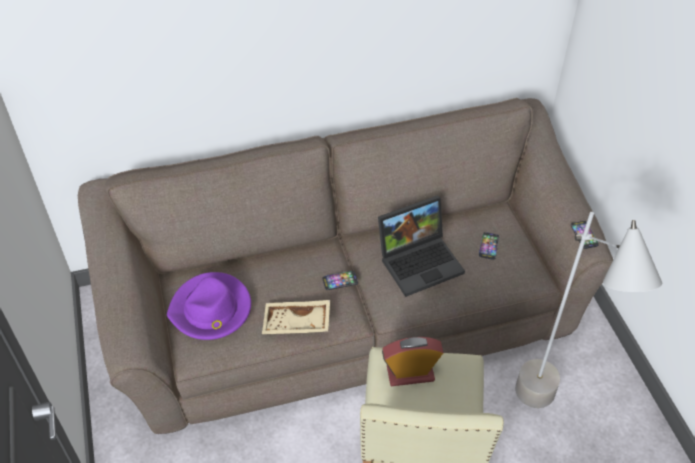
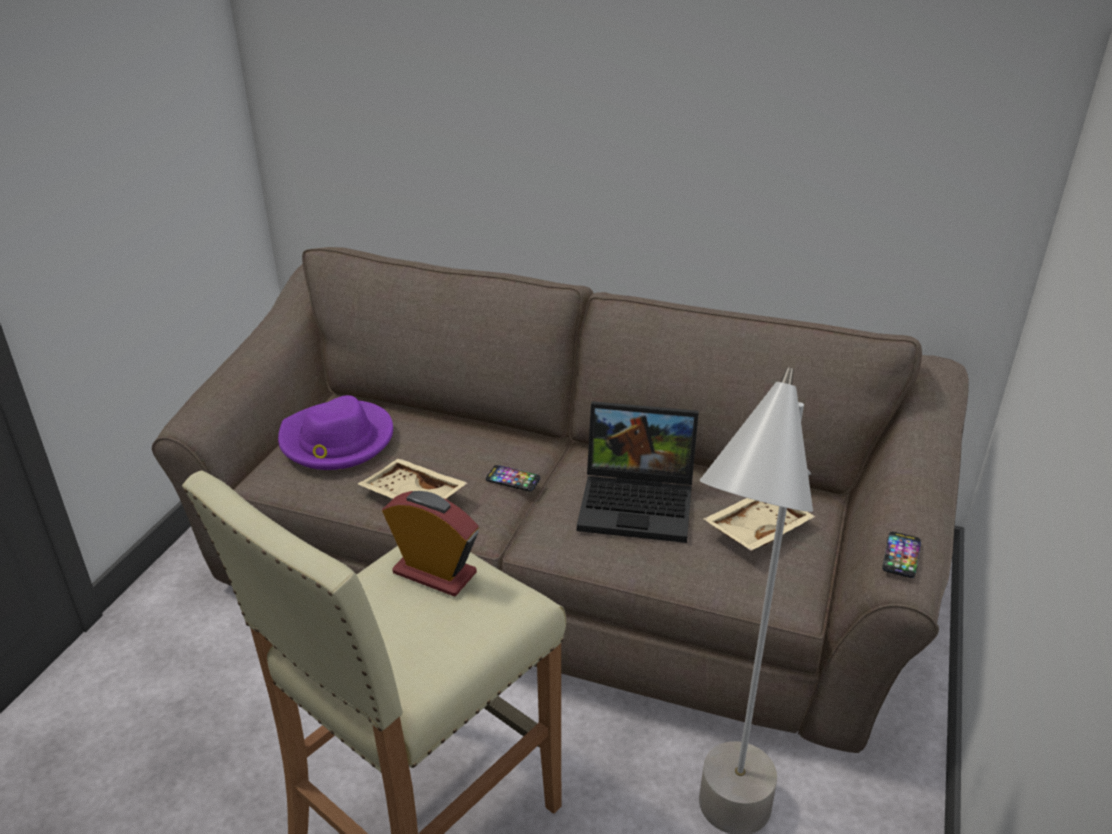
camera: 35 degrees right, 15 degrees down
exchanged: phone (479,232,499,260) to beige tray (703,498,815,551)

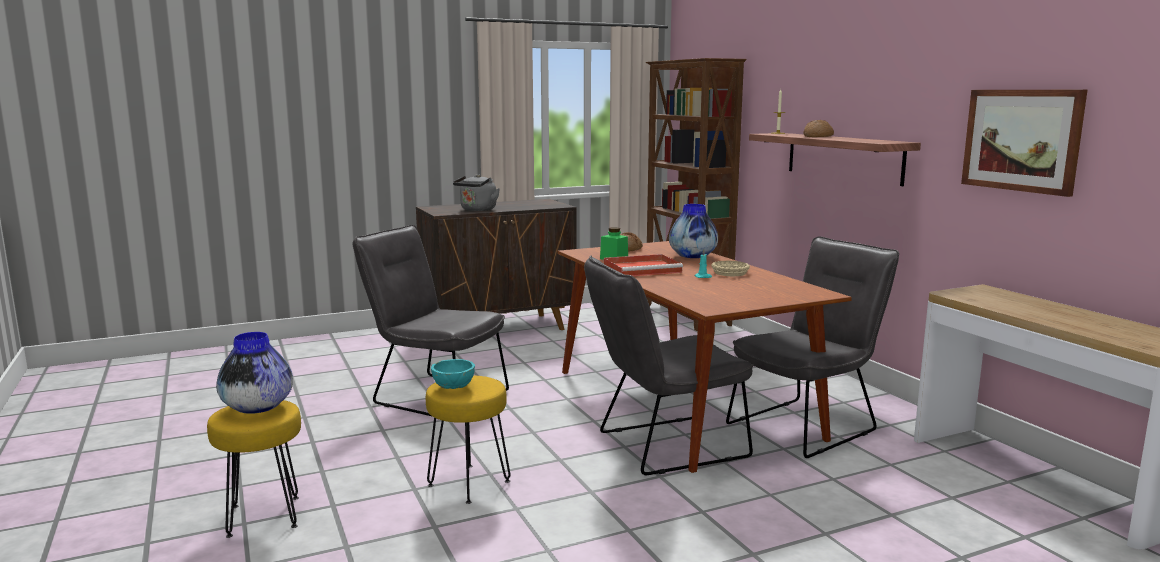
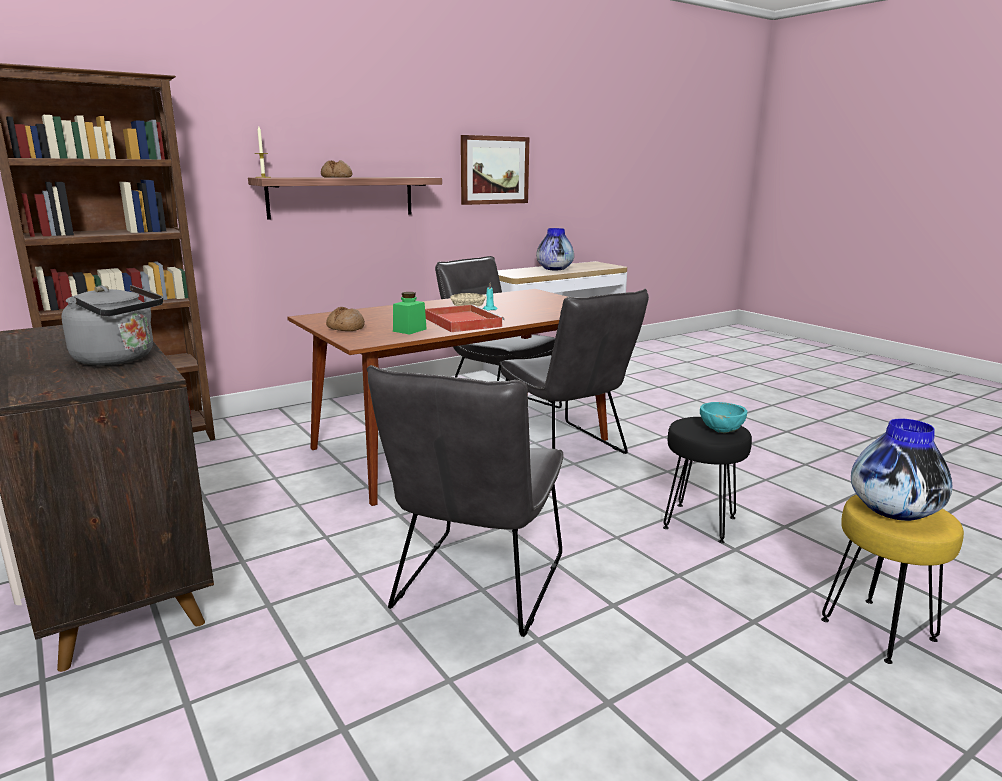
camera: 100 degrees left, 5 degrees up
relocated: vase (669,204,718,258) to (536,228,574,270)
colour: yellow stool (426,375,511,504) to black stool (663,417,752,543)

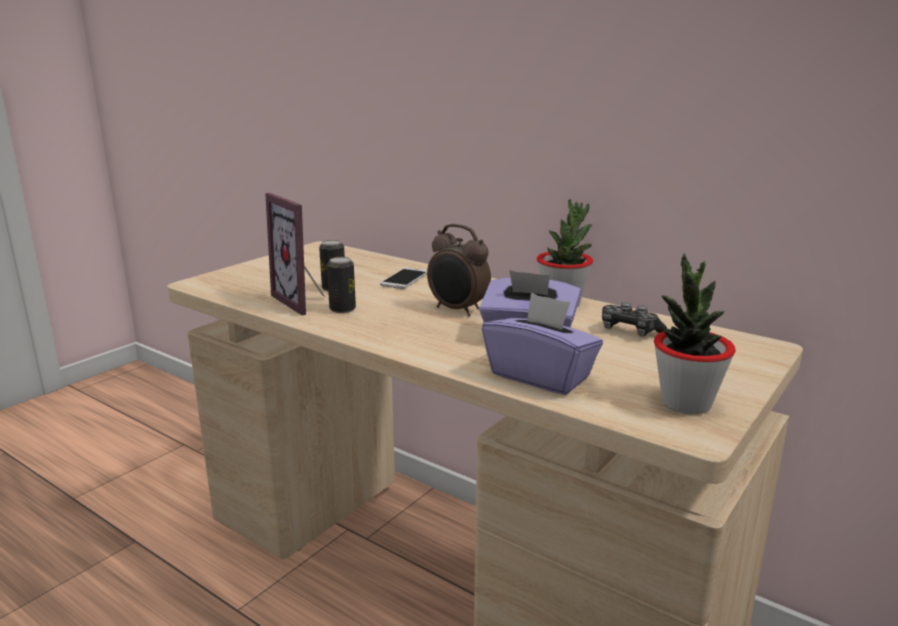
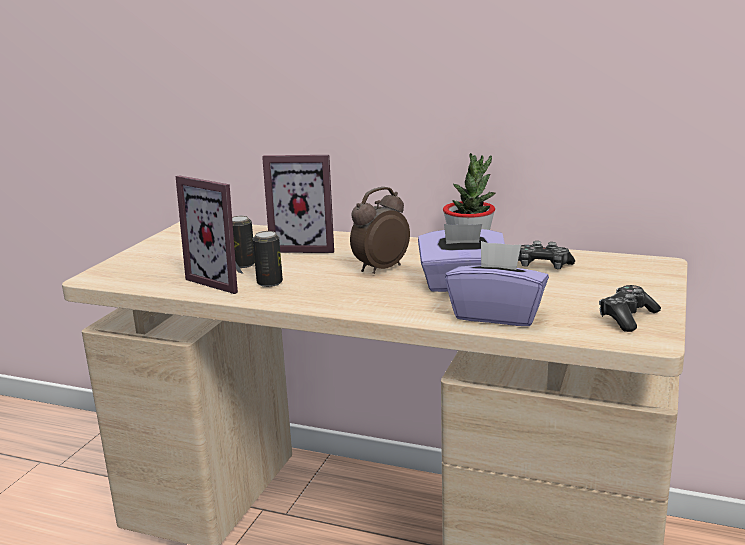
camera: 15 degrees left, 0 degrees up
exchanged: phone (380,268,427,289) to picture frame (262,155,334,253); potted plant (654,253,736,414) to game controller (599,285,661,332)
spun: alarm clock (427,224,491,316) = (350,187,410,274) 120 degrees clockwise

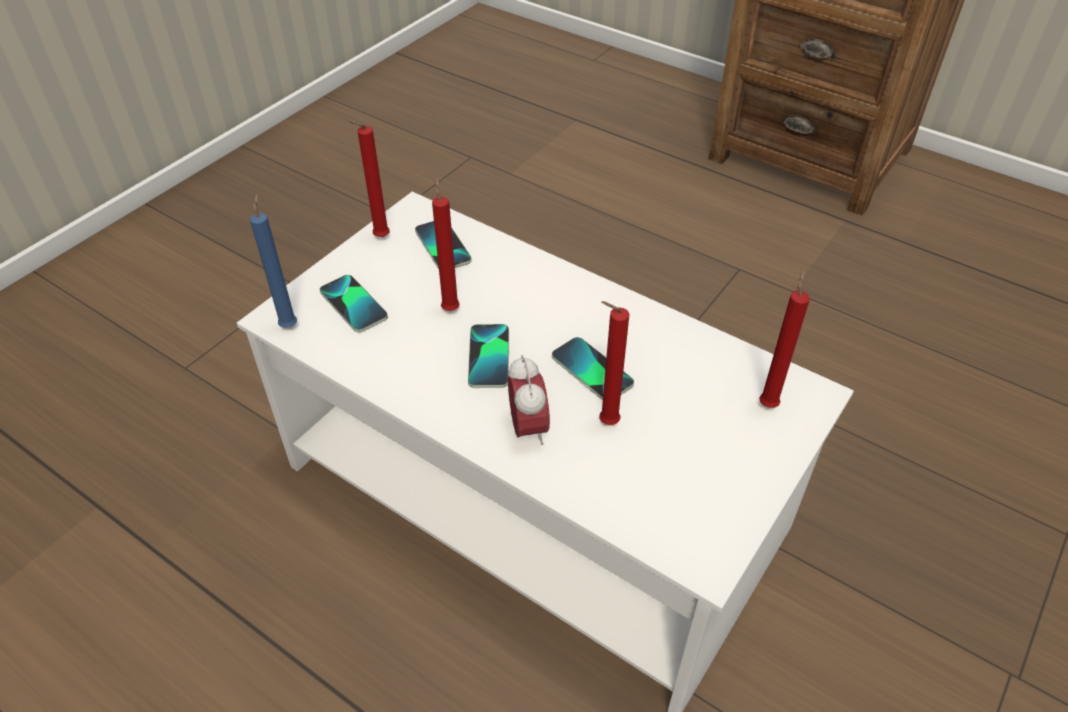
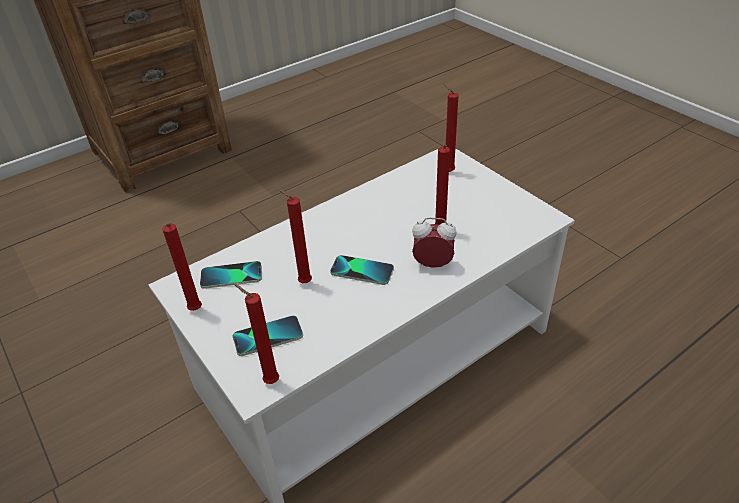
camera: 70 degrees left, 5 degrees down
missing: phone (552,337,634,400)
colour: blue candle (250,193,297,328) to red candle (235,285,279,384)

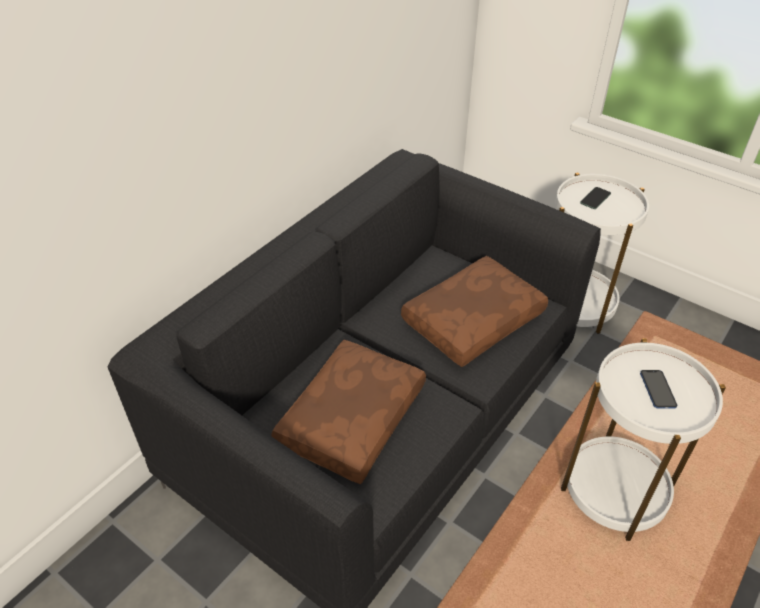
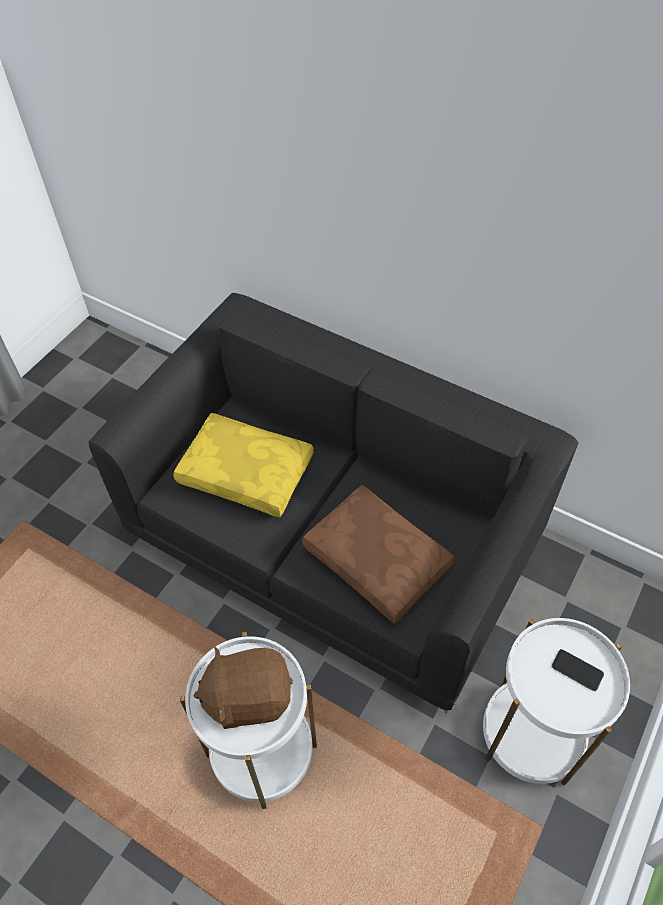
camera: 85 degrees right, 10 degrees up
exchanged: phone (640,370,677,409) to brown plush toy (193,647,293,729)
colour: brown pillow (271,340,426,484) to yellow pillow (173,413,314,518)

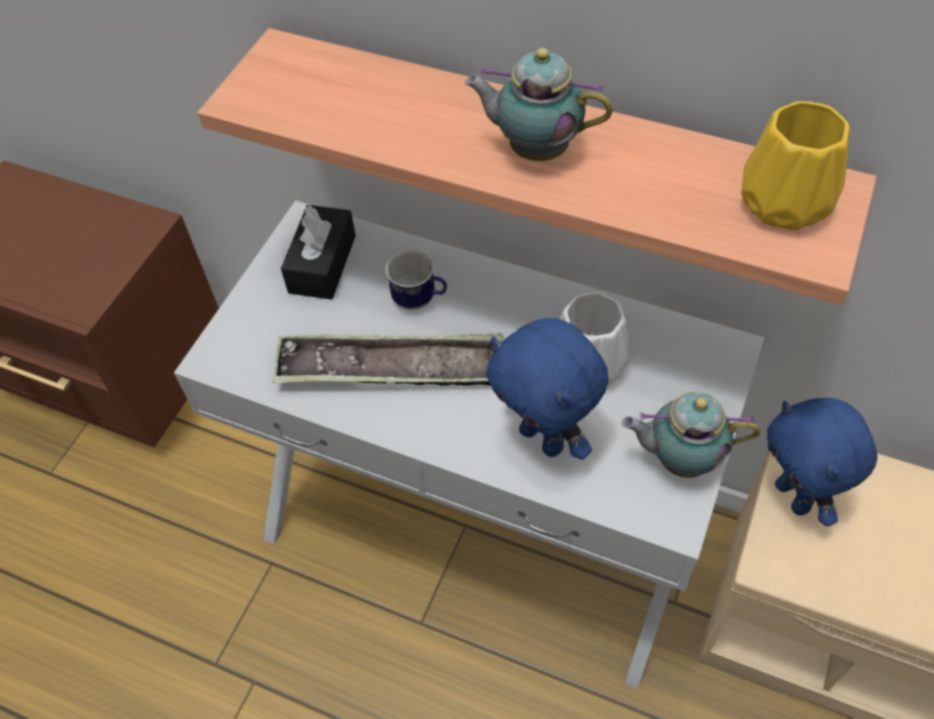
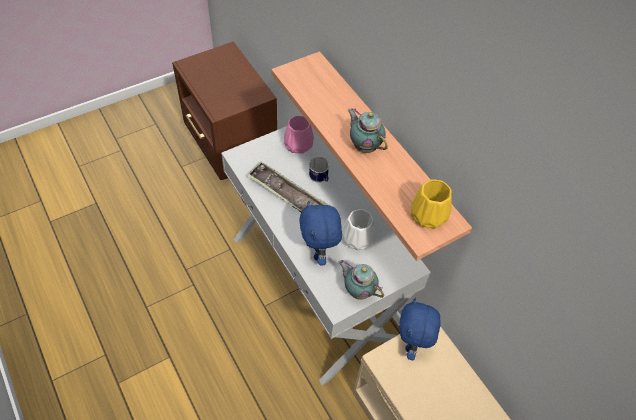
camera: 30 degrees right, 0 degrees up
exchanged: black tissue box (281,205,356,300) to pink vase (284,115,314,154)

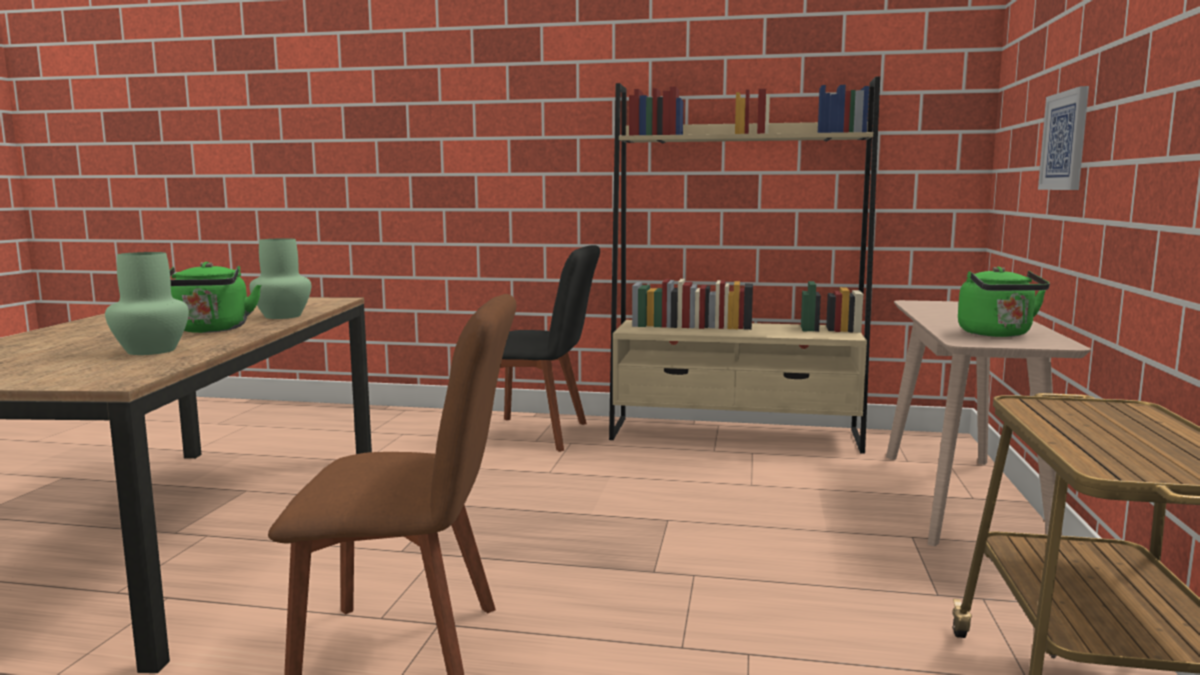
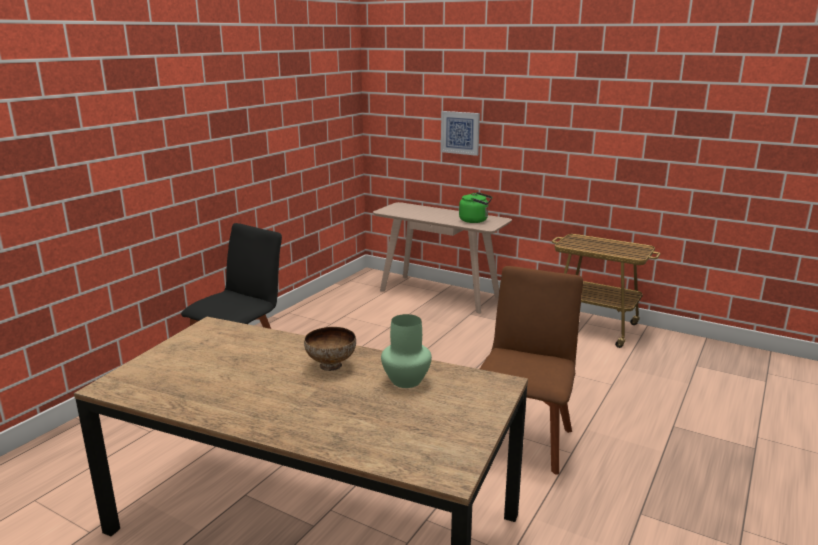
camera: 70 degrees left, 10 degrees up
missing: green vase (249,238,311,319); beige bookcase (609,77,880,454)
exchanged: green kettle (170,262,261,333) to bowl (304,327,356,371)

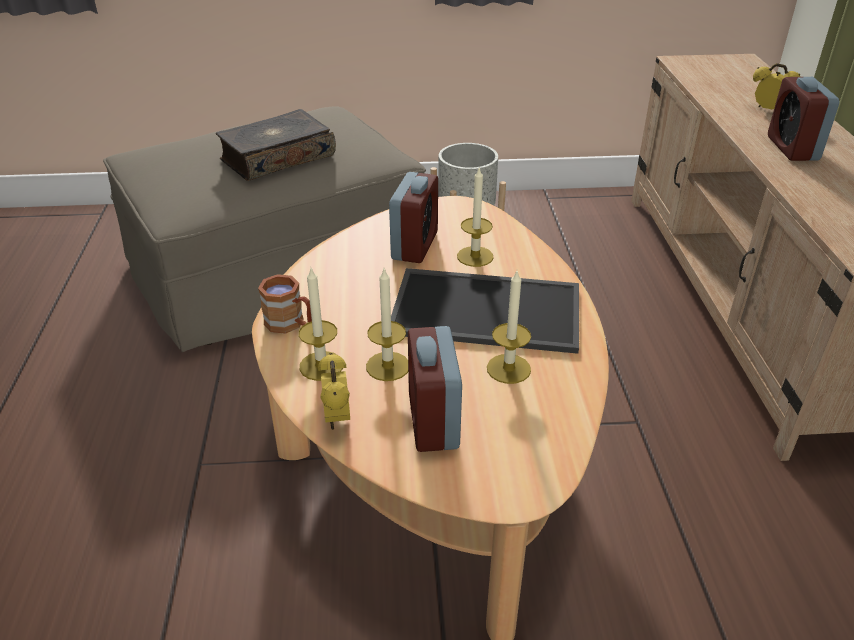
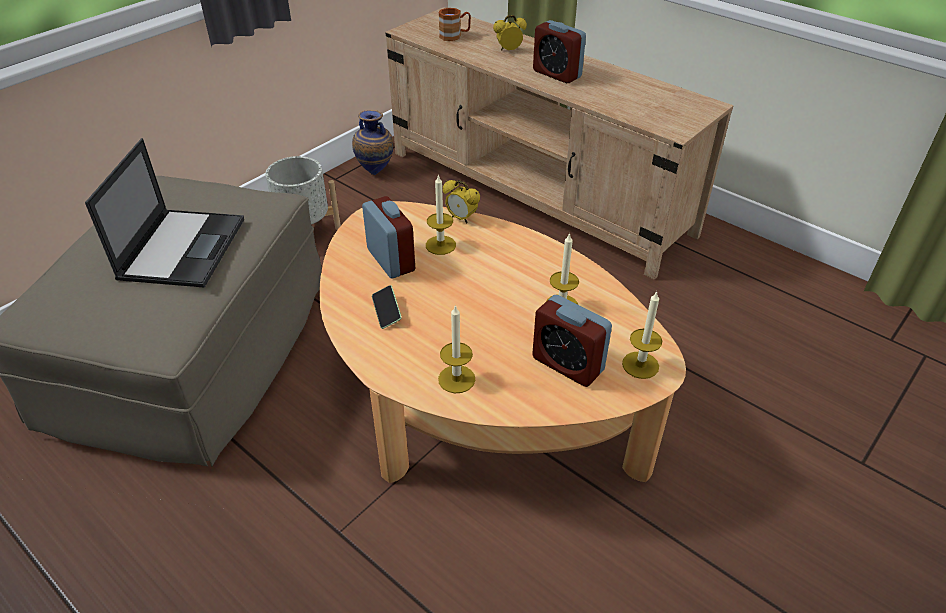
camera: 45 degrees left, 5 degrees up
missing: tray (391,268,579,354)
appeared: vase (352,110,393,175); phone (372,285,402,329)
relocated: brown mug (258,274,312,334) to (439,8,471,41); alarm clock (318,353,350,430) to (443,180,480,223); candle (366,269,408,381) to (622,291,662,379)
exchanged: book (216,109,336,181) to laptop (85,138,244,288)

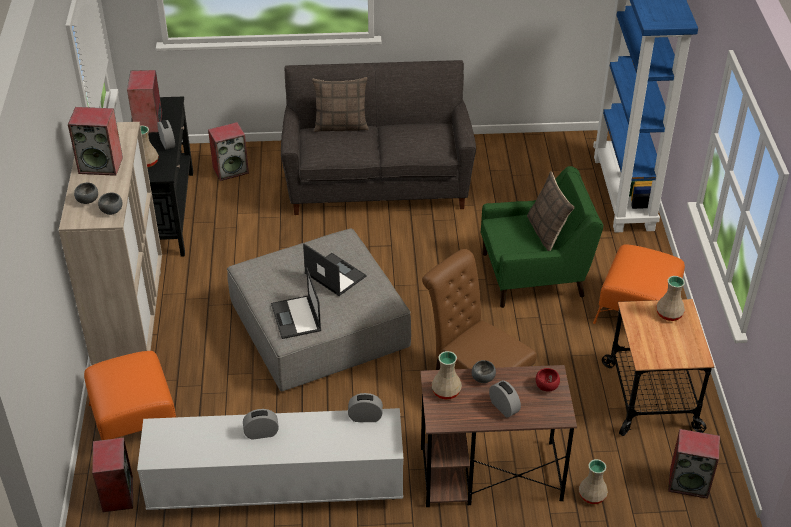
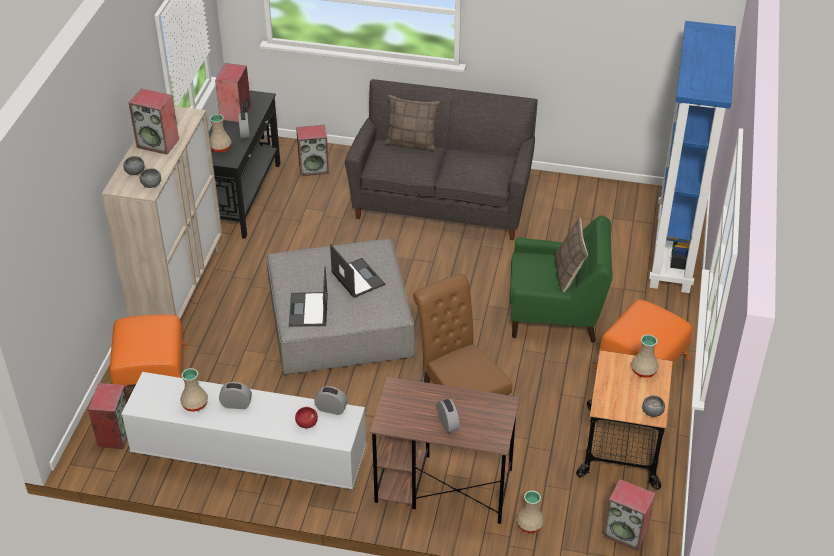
camera: 15 degrees right, 0 degrees up
relocated: beige vase (431,351,462,400) to (180,368,208,412); red bowl (536,368,560,392) to (295,407,318,428); grey bowl (472,360,496,383) to (642,396,665,417)

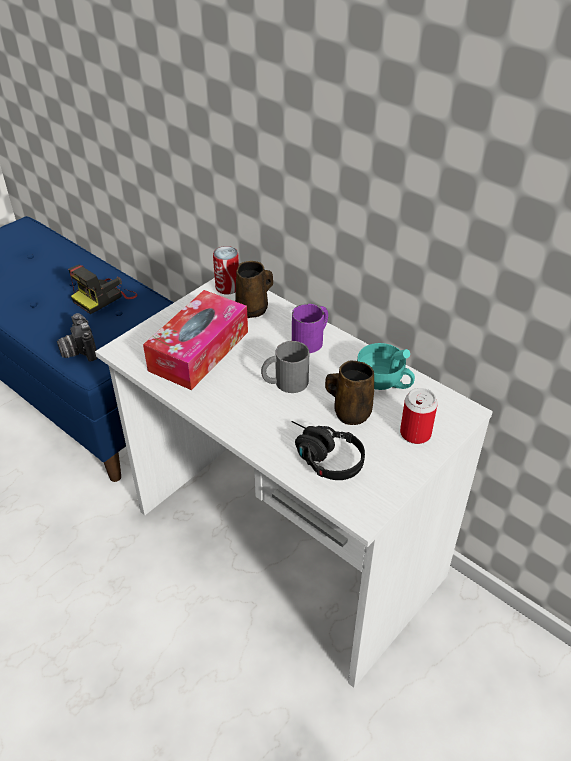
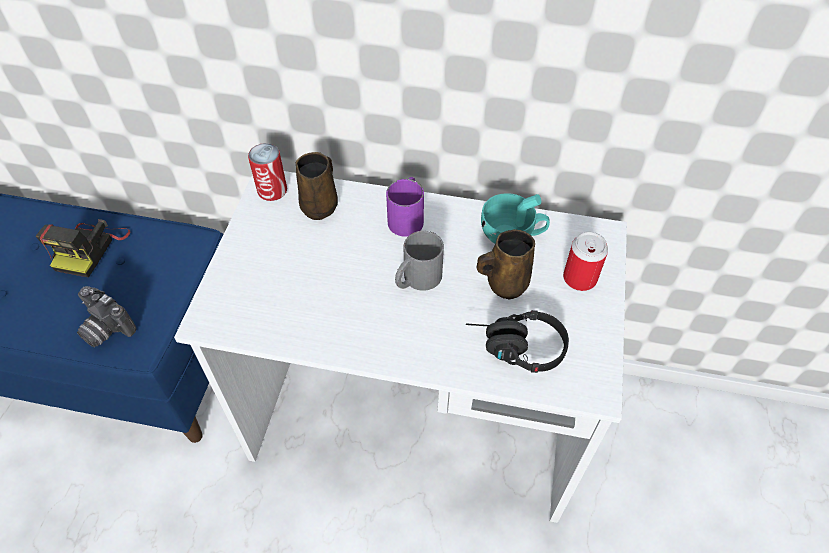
camera: 30 degrees left, 10 degrees up
missing: tissue box (143,290,248,390)

